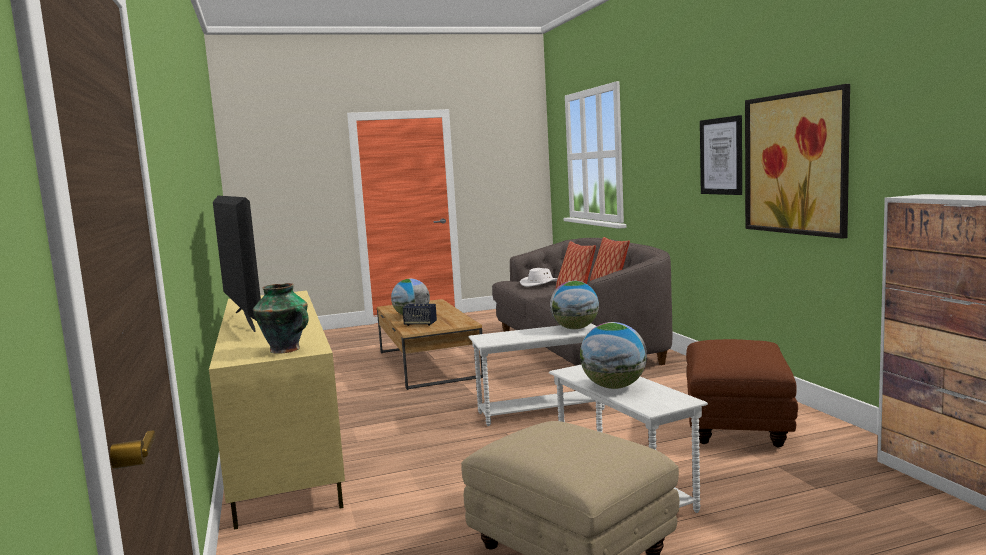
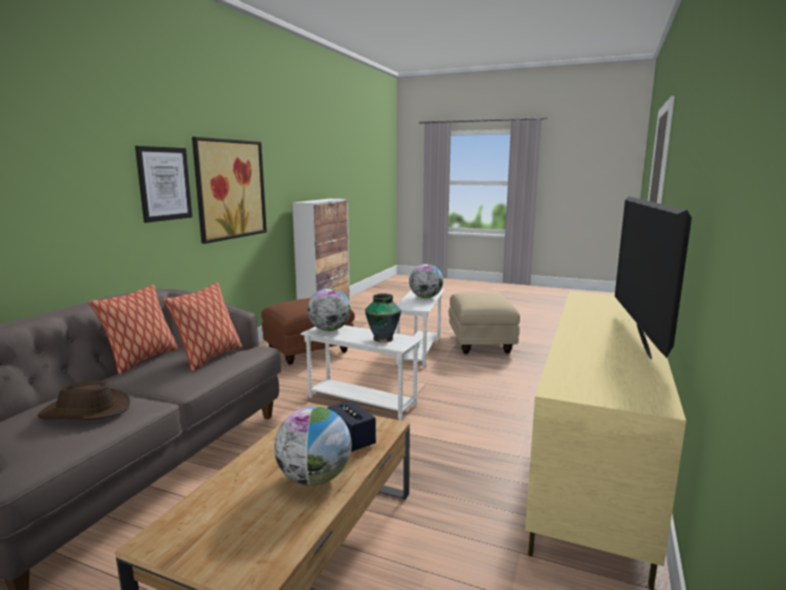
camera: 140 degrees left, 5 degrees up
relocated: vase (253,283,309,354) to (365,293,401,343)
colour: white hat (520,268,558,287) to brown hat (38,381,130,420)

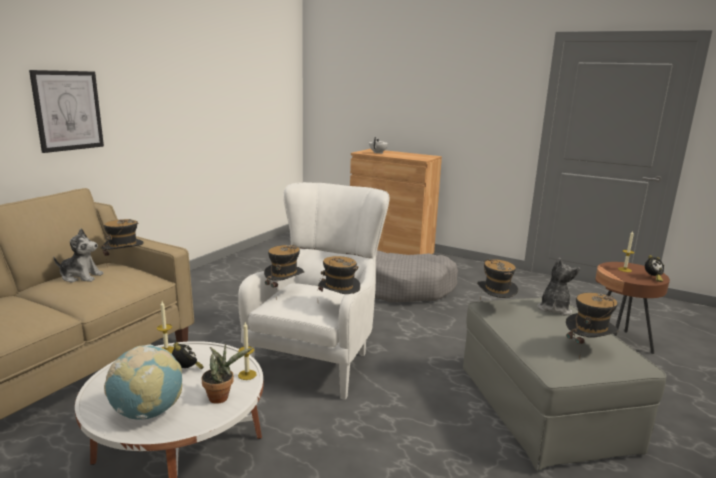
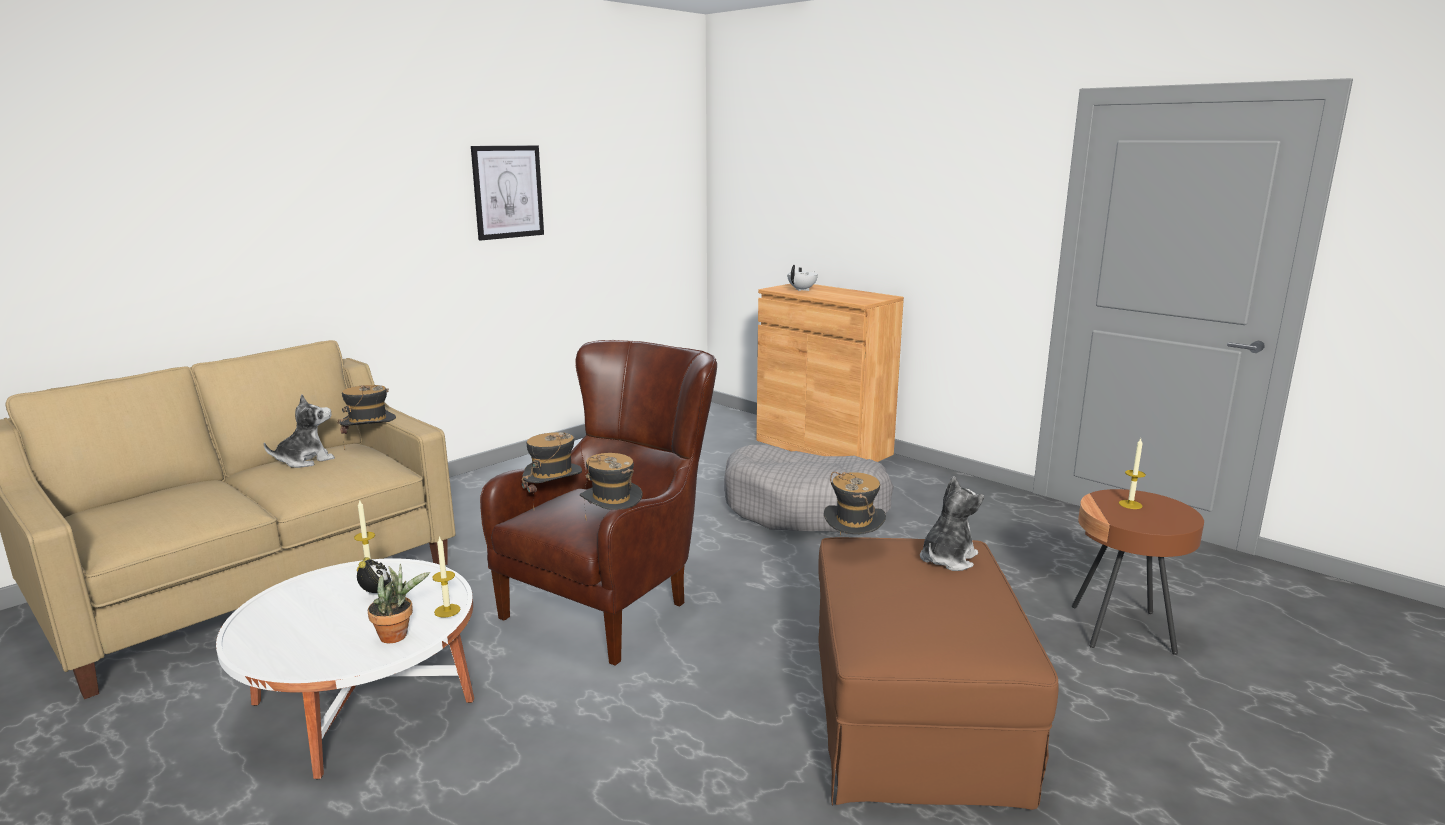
camera: 15 degrees right, 0 degrees up
missing: globe (104,344,182,420); hat (566,293,619,359); alarm clock (645,255,664,282)
relocated: picture (29,70,104,153) to (471,145,544,241)
colour: white armchair (238,182,390,400) to brown armchair (480,340,717,666); grey ottoman (463,298,667,471) to brown ottoman (818,537,1059,810)
spun: plush toy (54,229,104,283) = (264,394,335,468) 60 degrees counterclockwise

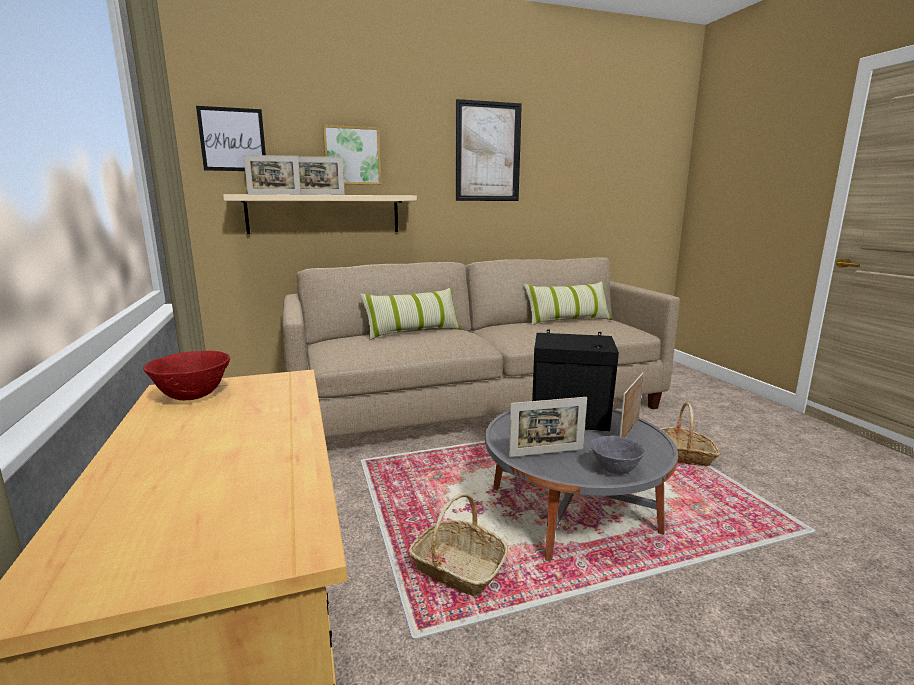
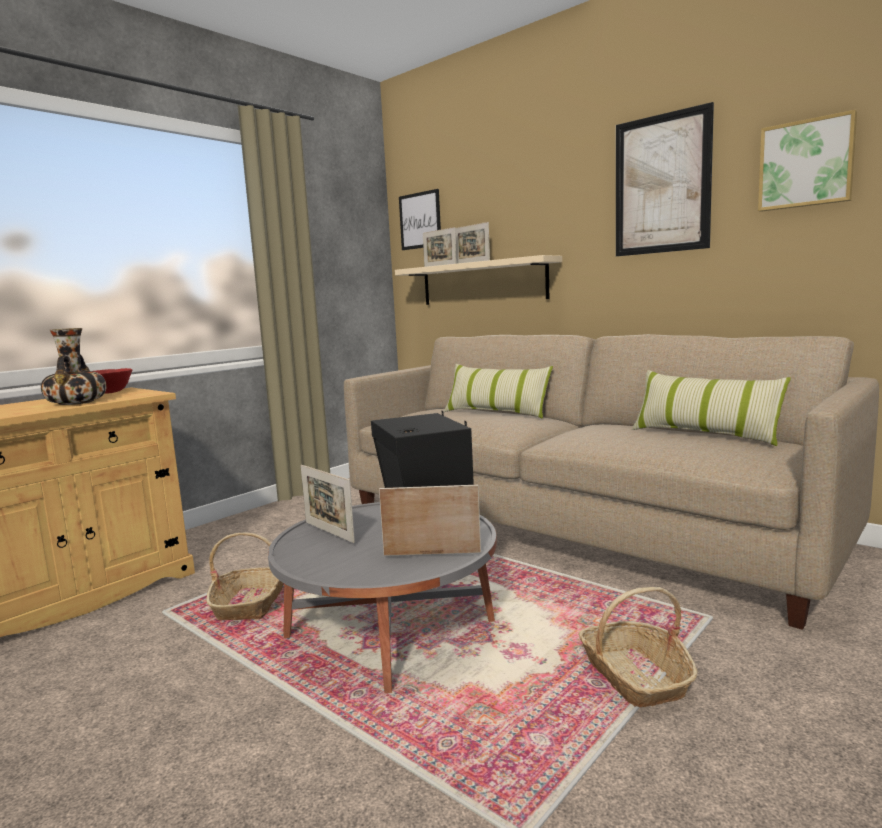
camera: 60 degrees right, 5 degrees down
missing: grey bowl (590,436,646,475)
appeared: vase (41,328,106,405)
relocated: picture (323,125,381,185) to (758,110,857,212)

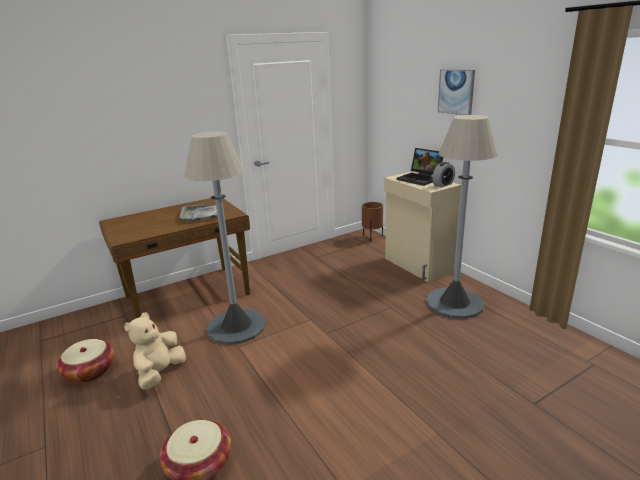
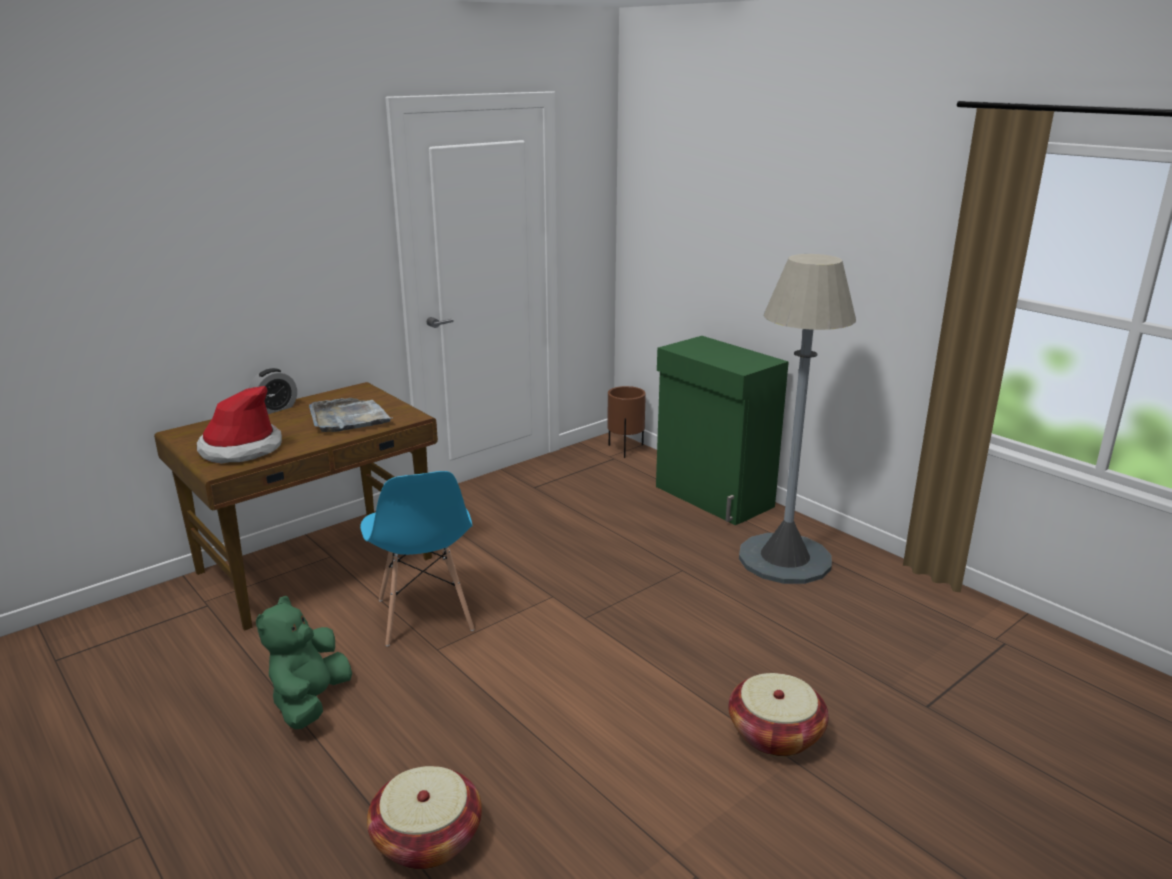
camera: 10 degrees left, 0 degrees up
missing: laptop (397,148,443,186); picture (438,69,475,115)
appeared: hat (197,386,282,464)
relocated: alarm clock (432,162,455,187) to (249,368,297,414); basket (56,339,115,383) to (729,673,829,757)
exchanged: grey floor lamp (184,132,266,345) to blue chair (360,471,475,646)
colour: beige plush toy (124,312,186,390) to green plush toy (256,596,352,729); beige cabinet (384,171,461,282) to green cabinet (656,336,789,525)

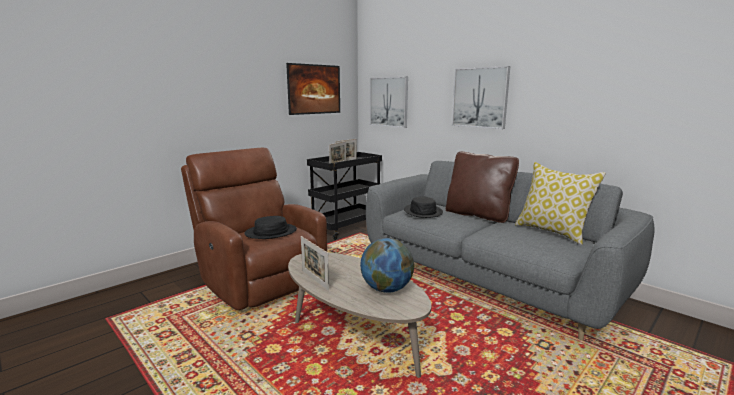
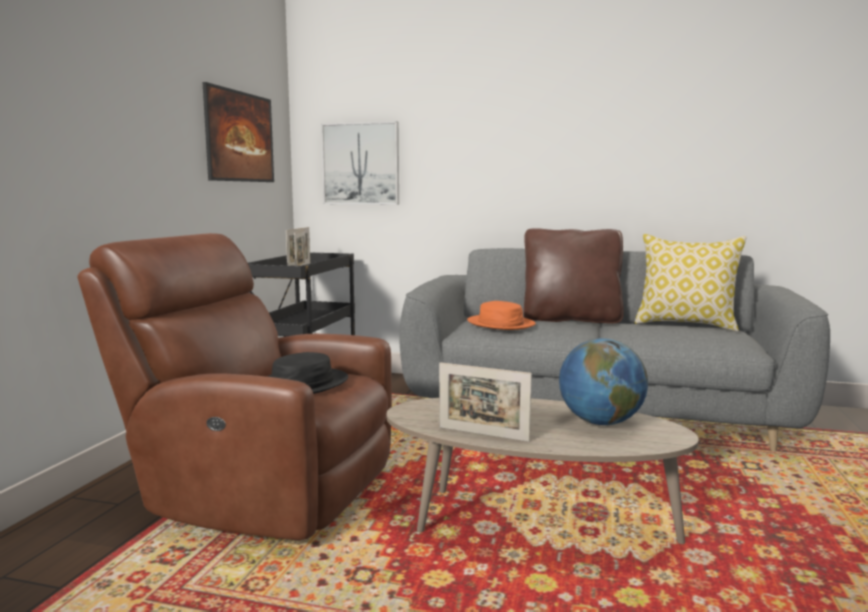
camera: 30 degrees left, 5 degrees down
missing: picture (452,66,510,129)
colour: black hat (404,197,443,218) to orange hat (467,301,536,330)

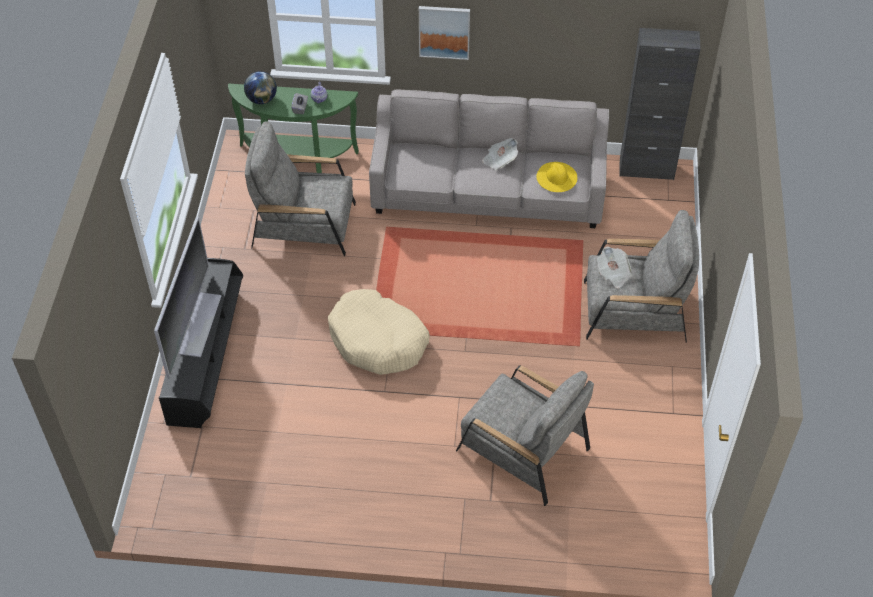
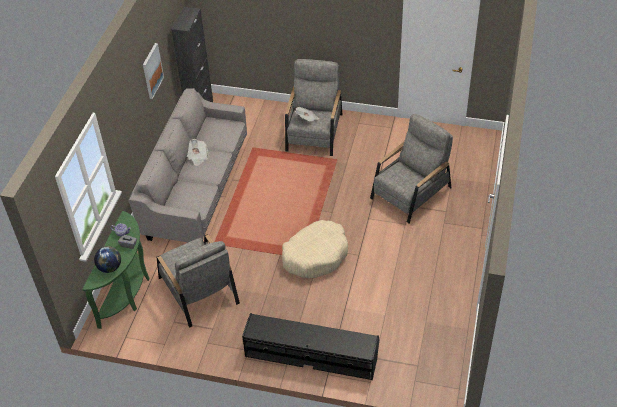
camera: 80 degrees left, 5 degrees down
missing: television (154,217,222,379); yellow hat (536,162,577,192)
relocated: picture (419,6,470,60) to (143,43,164,99)
spun: grey armchair (245,121,356,256) = (157,234,240,328) 45 degrees counterclockwise

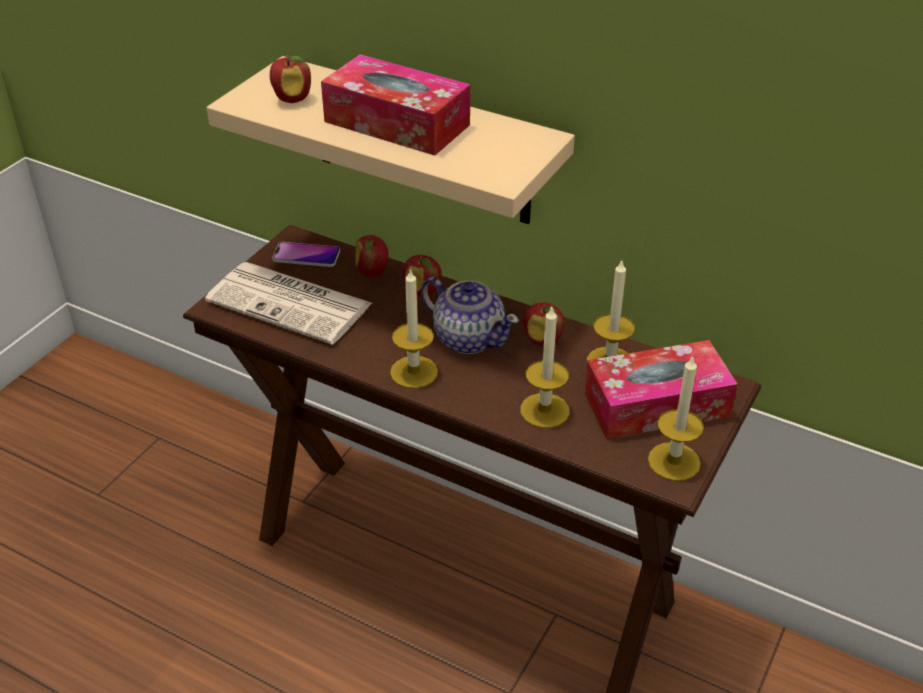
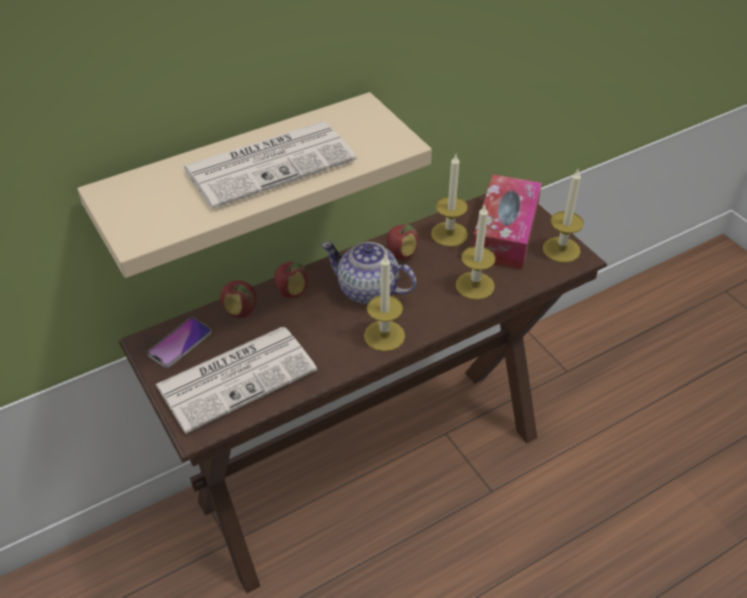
camera: 60 degrees left, 5 degrees up
missing: apple (270,55,311,103)
exchanged: tissue box (321,55,470,156) to newspaper (182,122,357,209)
spun: teapot (421,277,519,354) = (321,242,416,304) 135 degrees counterclockwise

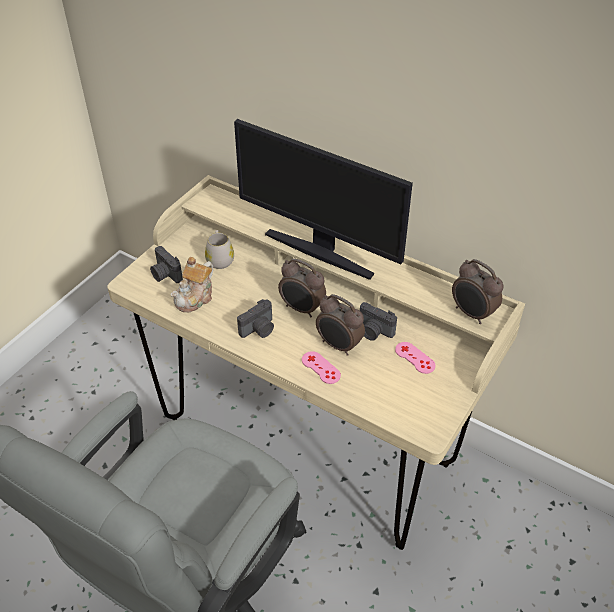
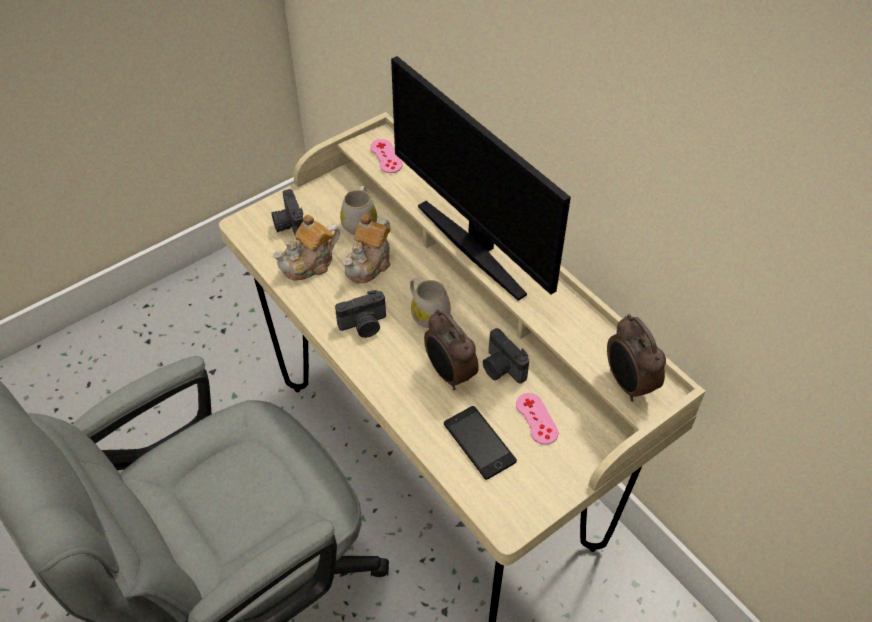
camera: 20 degrees right, 5 degrees up
appeared: teapot (343,214,390,283); phone (444,406,517,480)
relocated: pink game controller (302,351,341,384) to (370,139,403,173)
exchanged: alarm clock (278,258,326,317) to white mug (410,278,451,328)

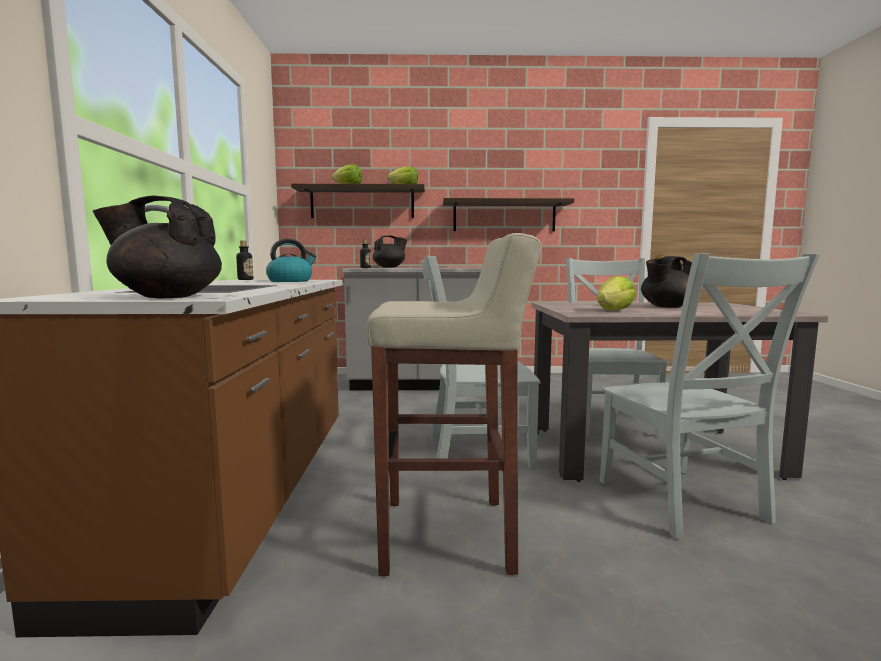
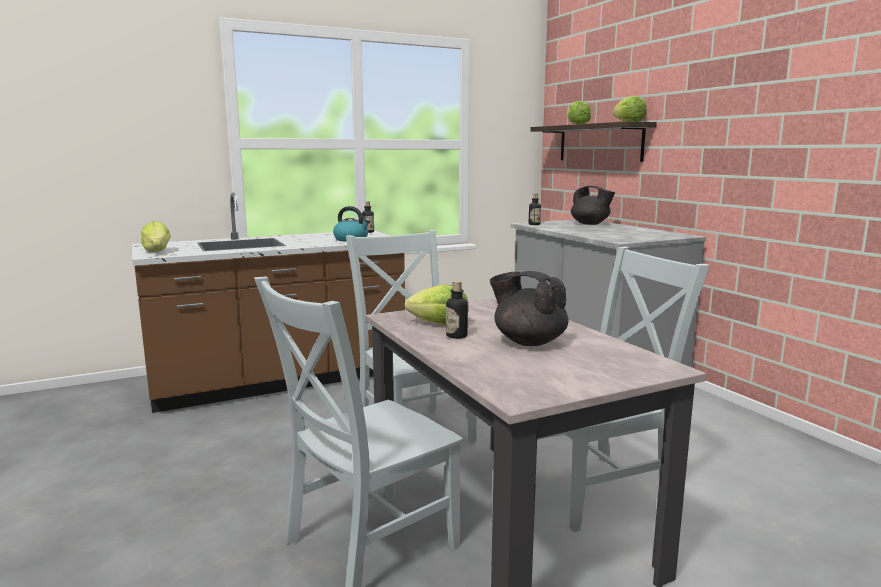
camera: 65 degrees right, 5 degrees up
missing: beige stool (367,233,541,577); shelf (443,198,574,231)
appeared: bottle (446,281,468,339)
exchanged: black teapot (93,195,222,298) to lettuce (141,221,171,252)

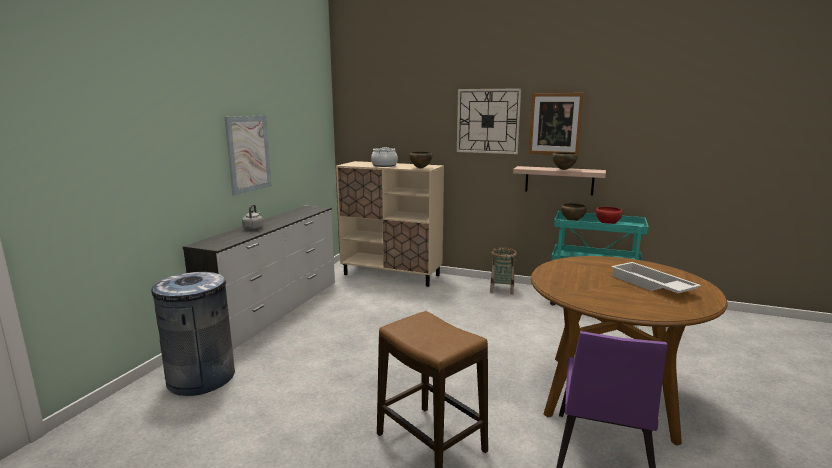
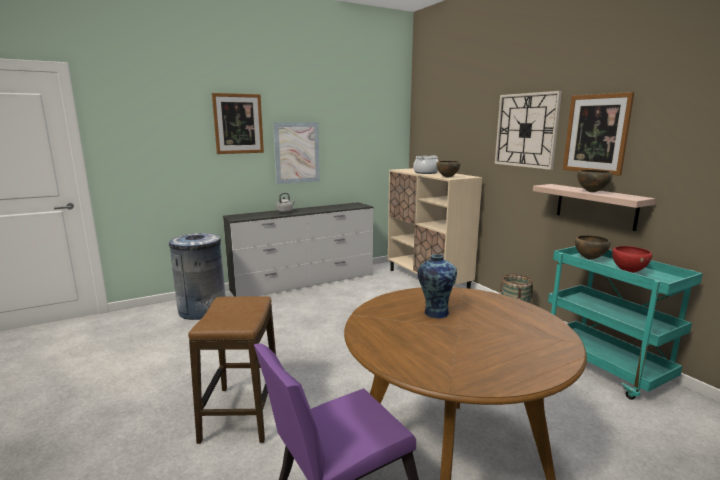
camera: 40 degrees right, 0 degrees up
missing: white tray (611,262,701,293)
appeared: picture (212,93,264,154); vase (417,254,457,318)

